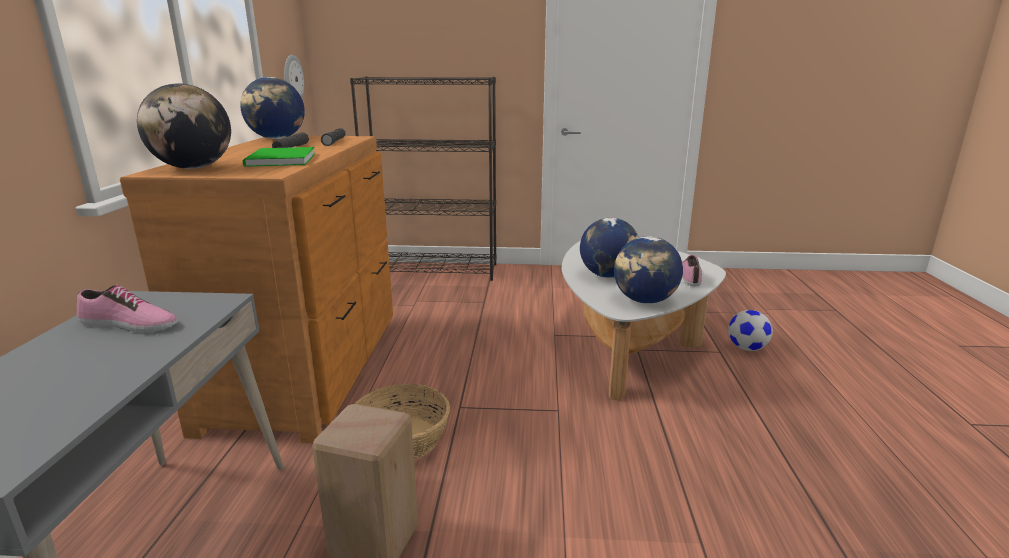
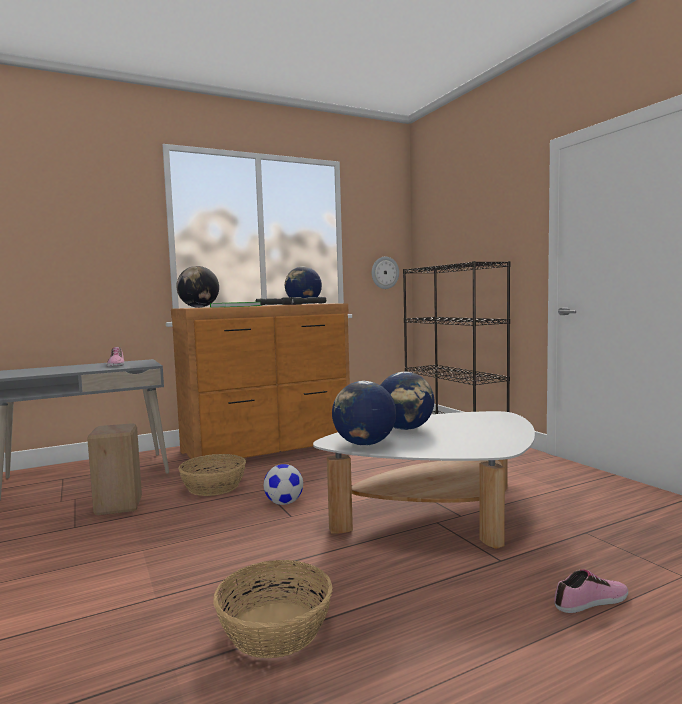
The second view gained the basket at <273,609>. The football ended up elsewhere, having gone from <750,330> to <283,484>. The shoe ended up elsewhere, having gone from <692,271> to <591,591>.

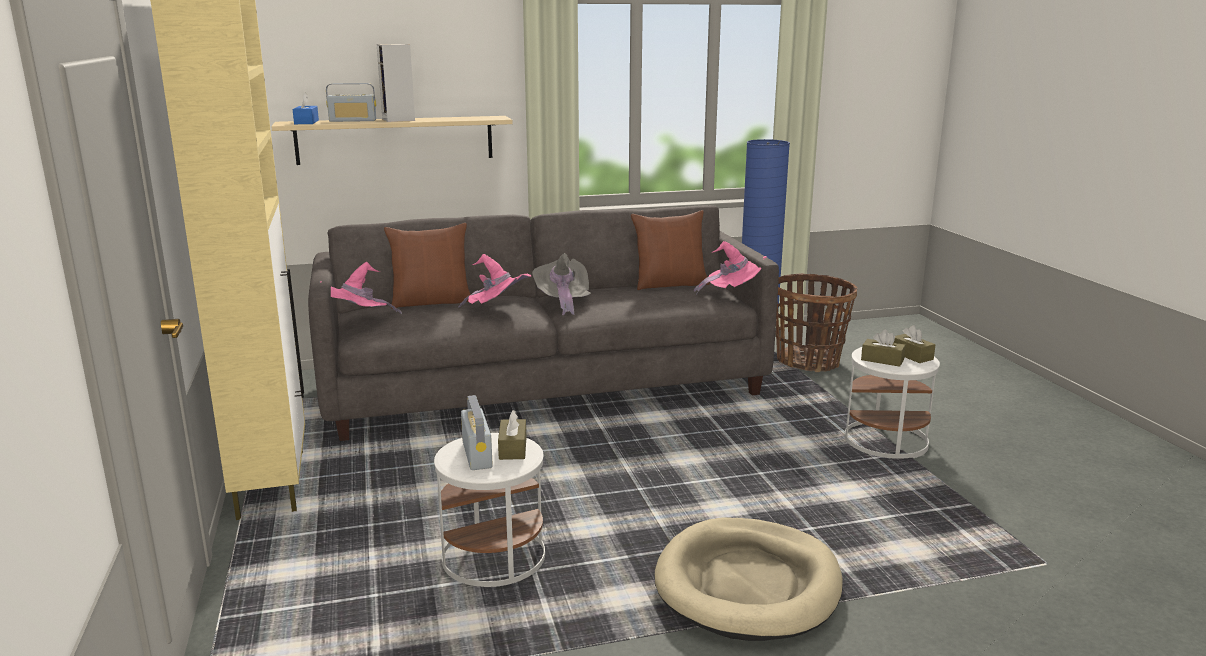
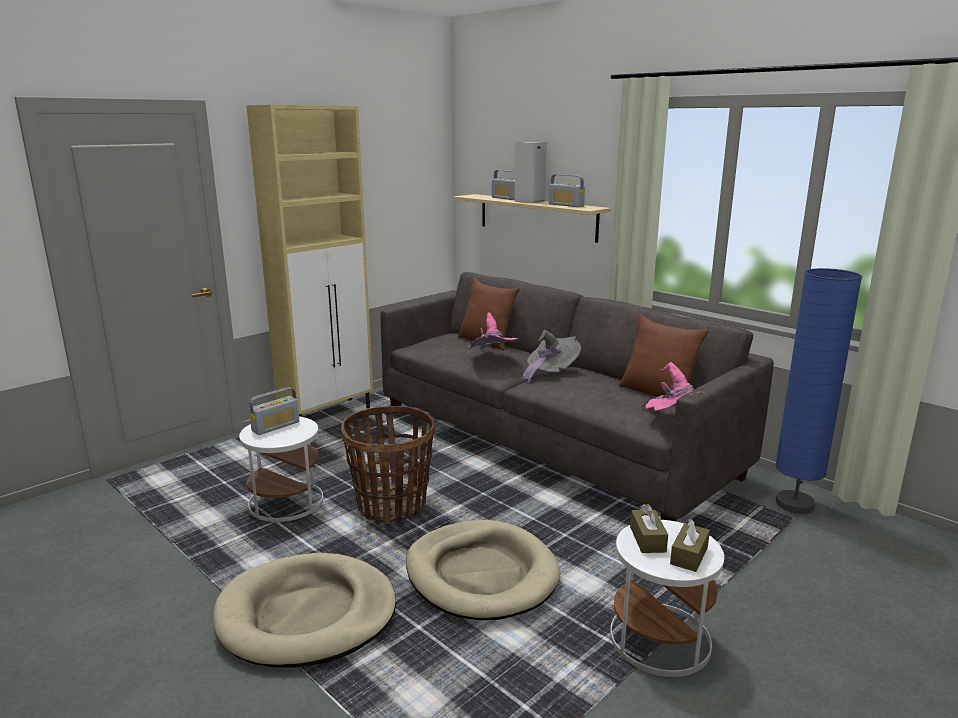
The basket ended up elsewhere, having gone from <816,322> to <388,464>. The second view gained the beige_dog_bed at <483,570>. The second view gained the radio at <567,190>. The second view lost the blue_tissue_box at <306,108>. The second view lost the pink_hat at <361,288>. The second view lost the brown_tissue_box at <512,435>.

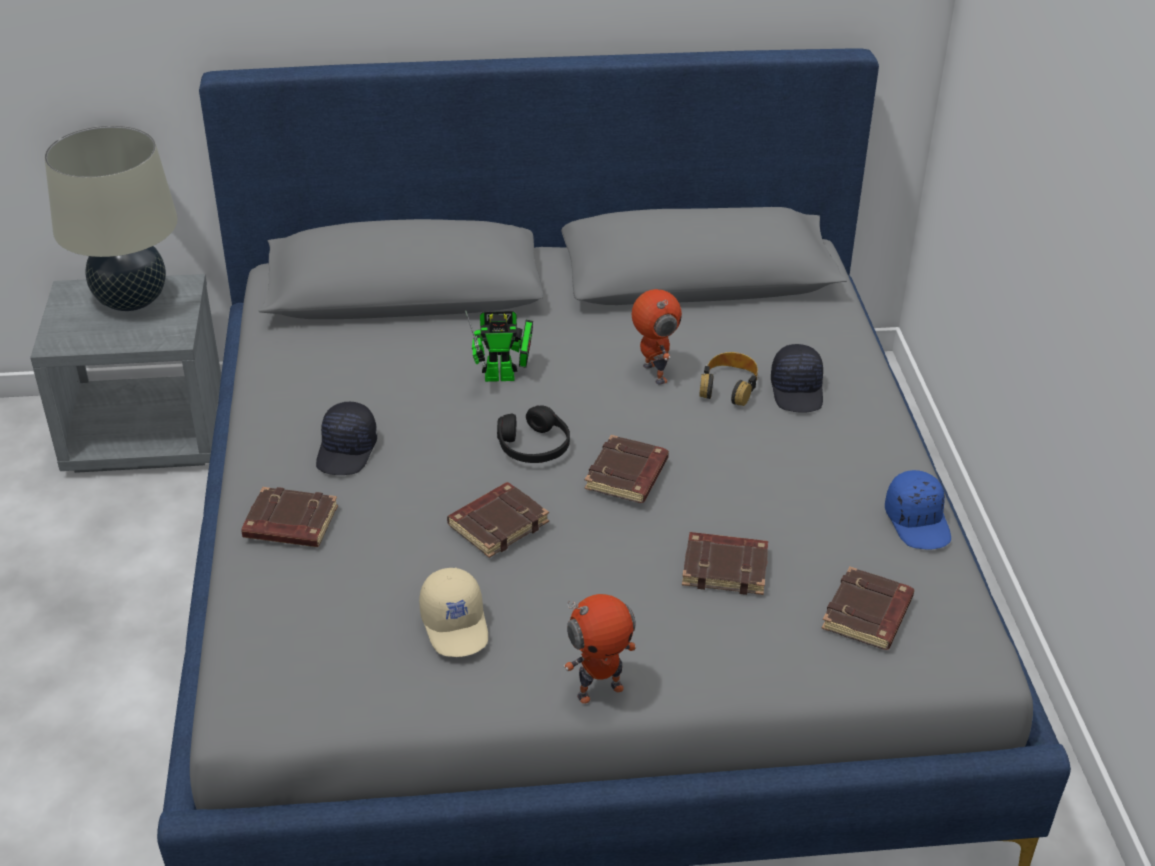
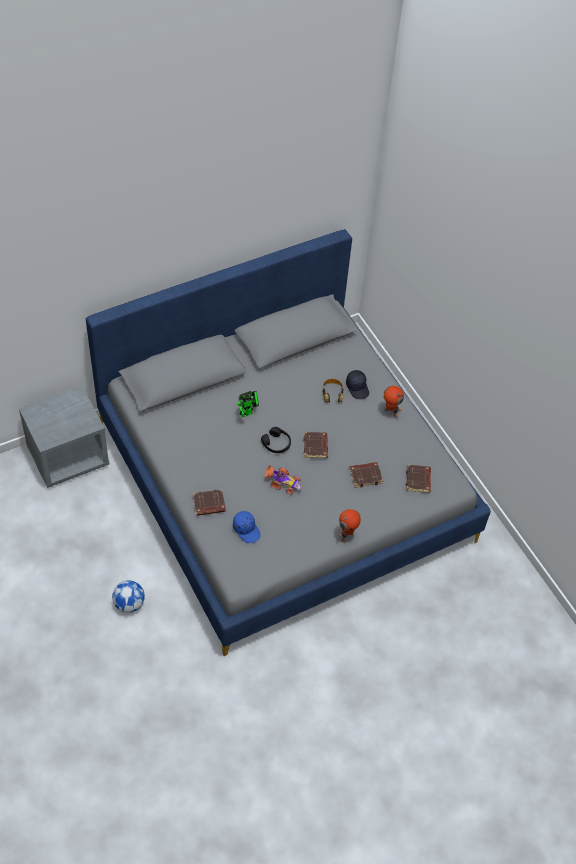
The second view gained the football at <128,596>. The blue_cap ended up elsewhere, having gone from <918,510> to <247,527>. Where the brown_book stood at <498,520>, the toy_car came to stand at <284,479>. The toy_robot ended up elsewhere, having gone from <657,337> to <393,402>. The second view lost the beige_table_lamp at <111,218>. The second view lost the black_cap at <346,438>. The second view lost the beige_cap at <453,612>.

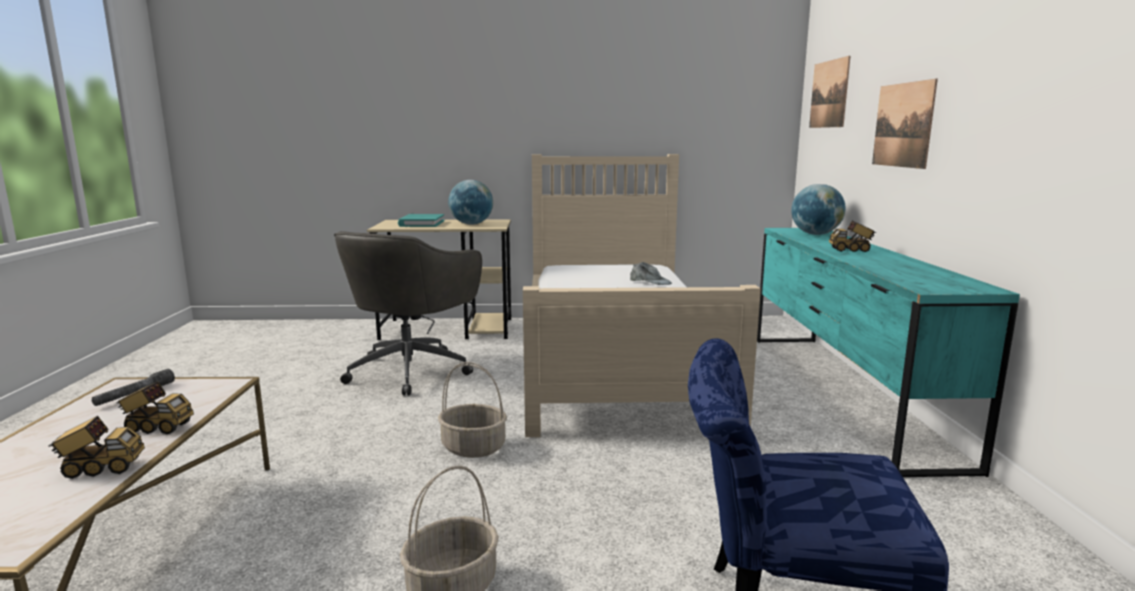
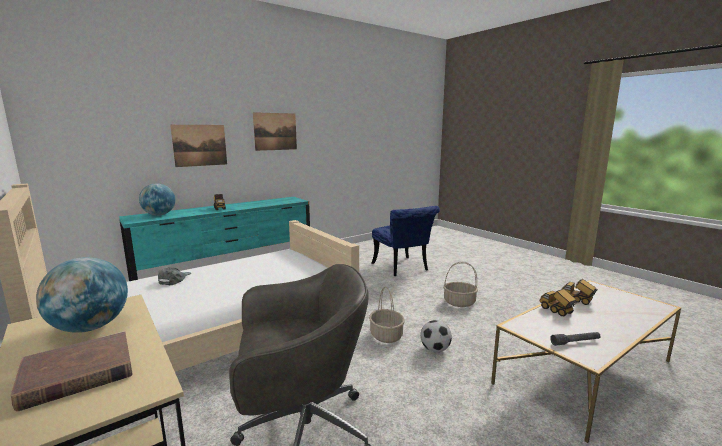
What was the turquoise_book at <421,220> turned into the brown_book at <72,371>. The picture ended up elsewhere, having gone from <829,92> to <275,131>. The second view gained the football at <436,336>.

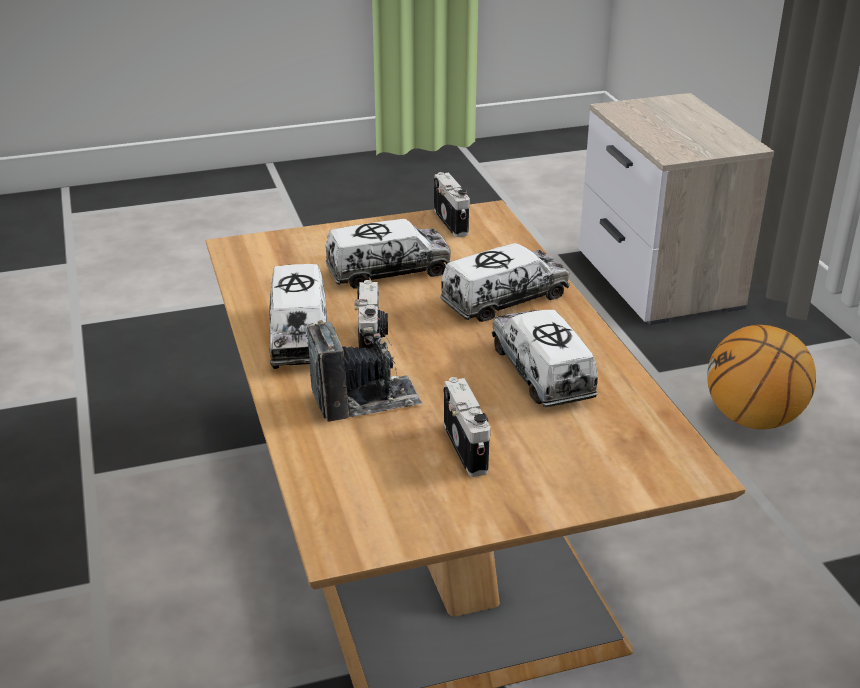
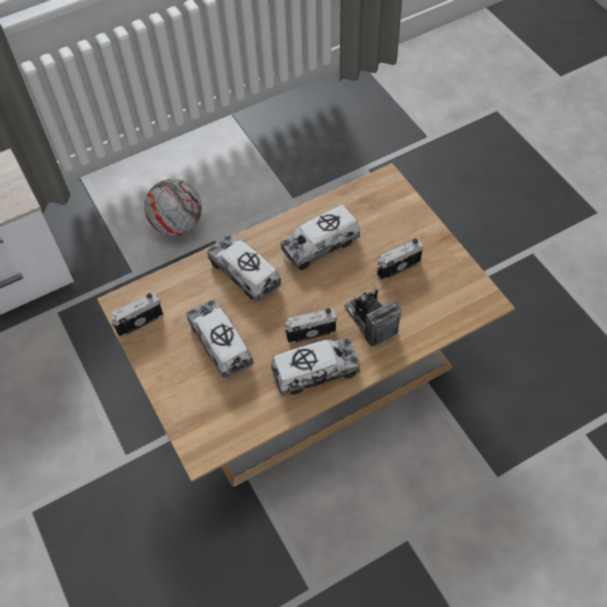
Where the basketball stood at <761,377>, the football came to stand at <173,207>.

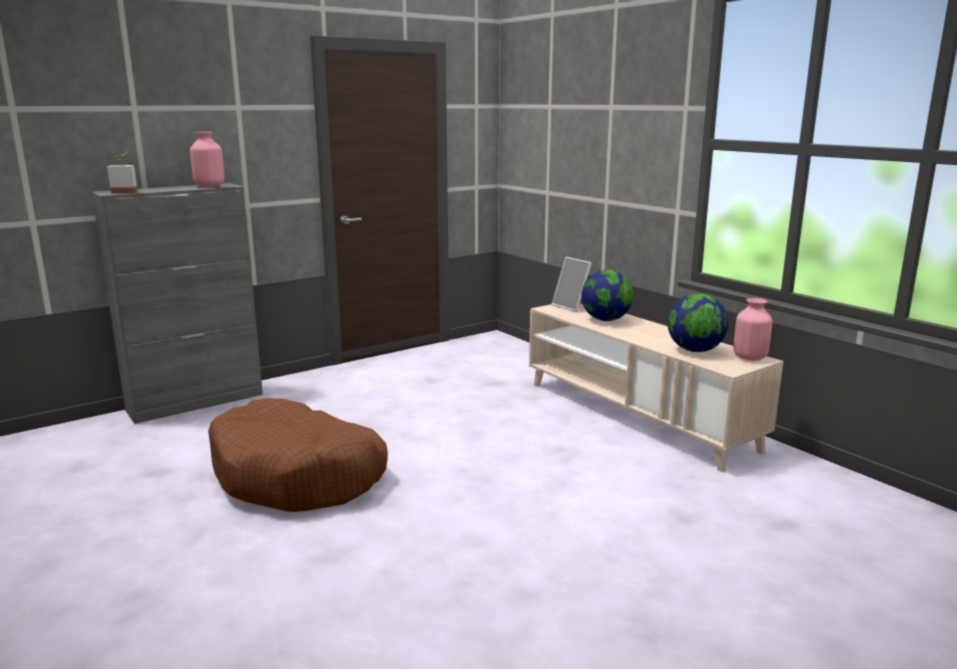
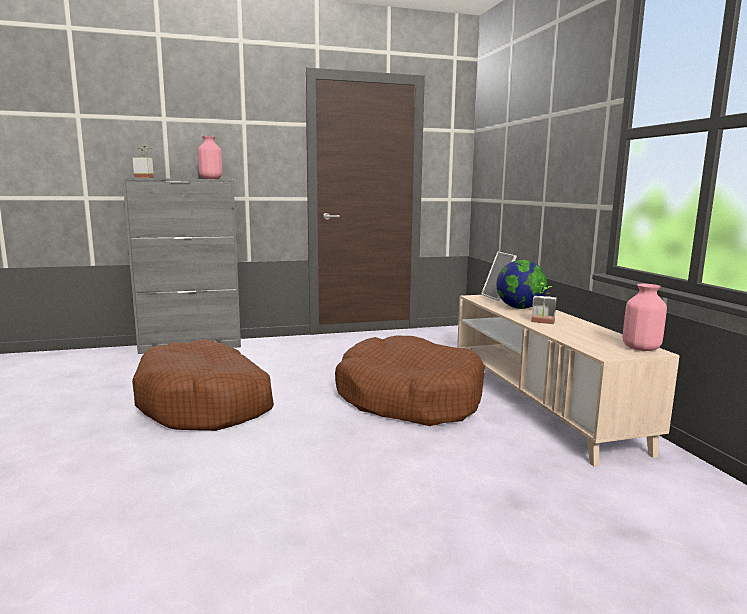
The second view gained the brown_dog_bed at <410,381>. The second view gained the potted_plant at <544,303>. The second view lost the globe at <698,323>.

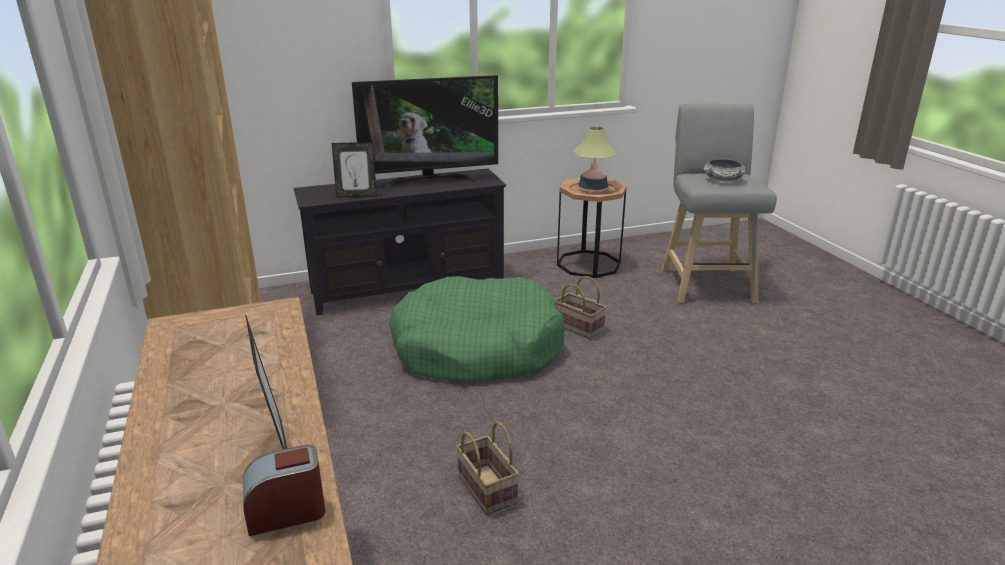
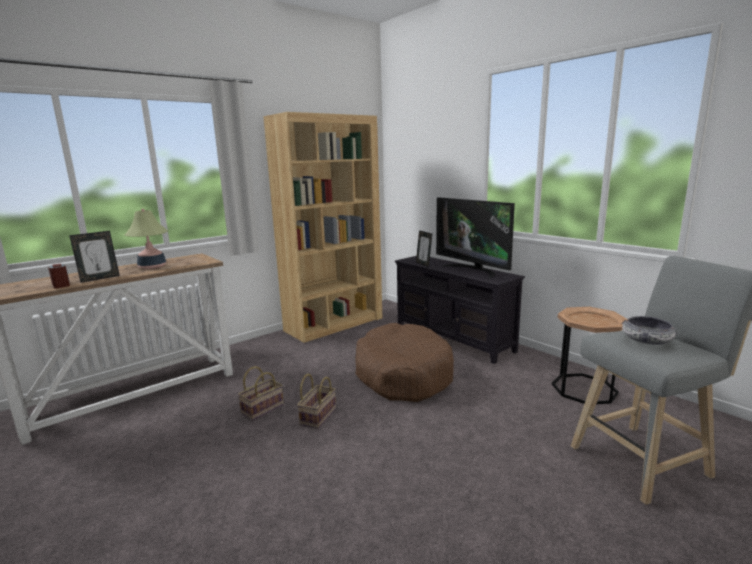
The table_lamp ended up elsewhere, having gone from <595,159> to <146,239>. The basket ended up elsewhere, having gone from <580,307> to <316,401>. What was the green_dog_bed at <477,329> turned into the brown_dog_bed at <404,362>.

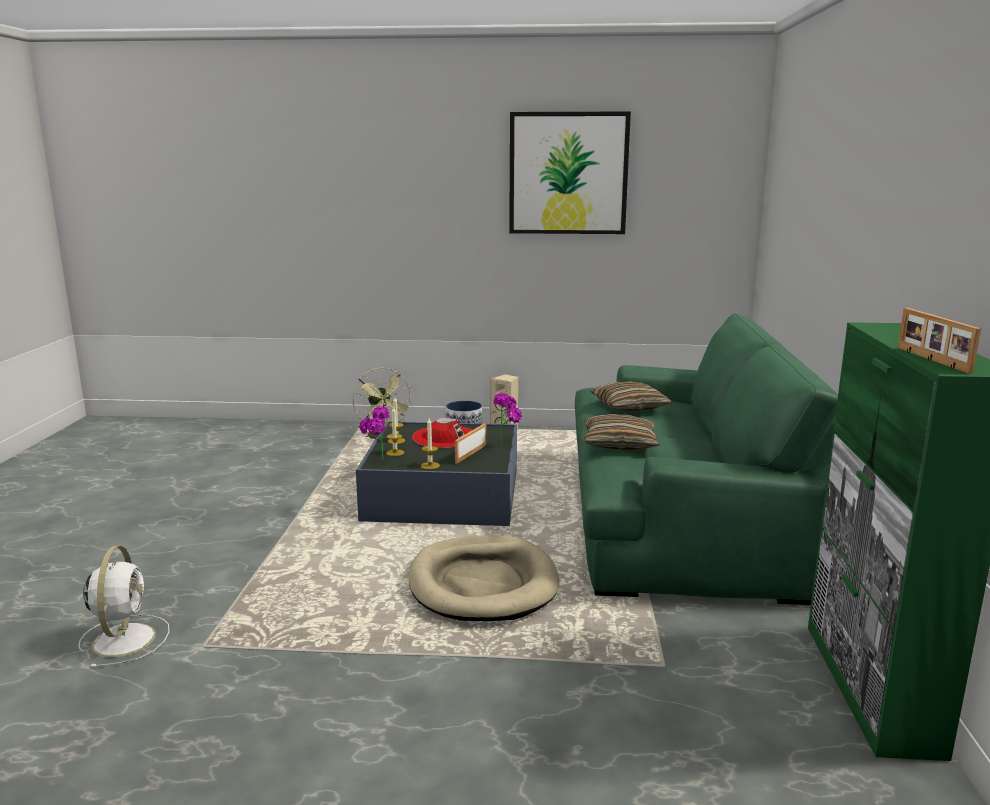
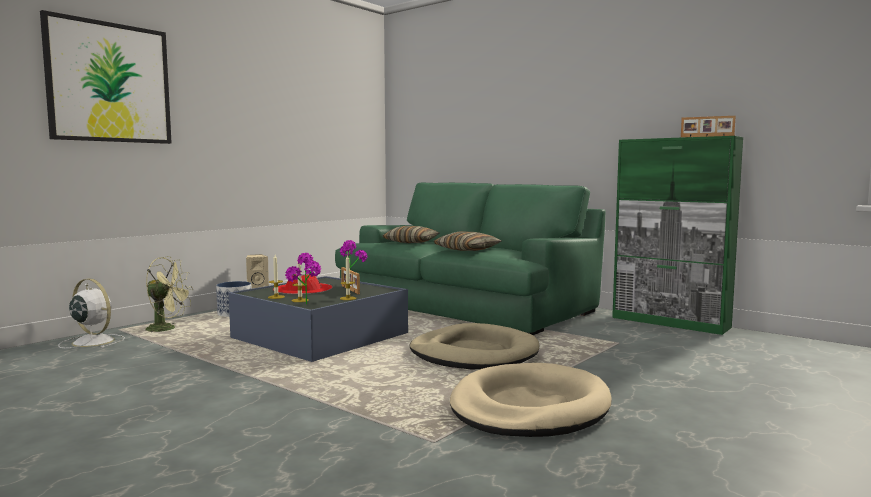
The picture ended up elsewhere, having gone from <570,173> to <106,77>. The white_fan ended up elsewhere, having gone from <124,606> to <91,313>. The second view gained the beige_dog_bed at <531,400>.

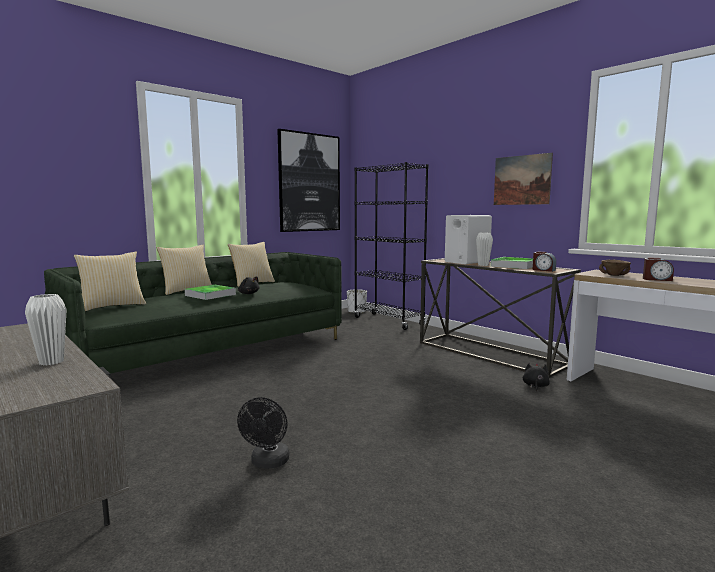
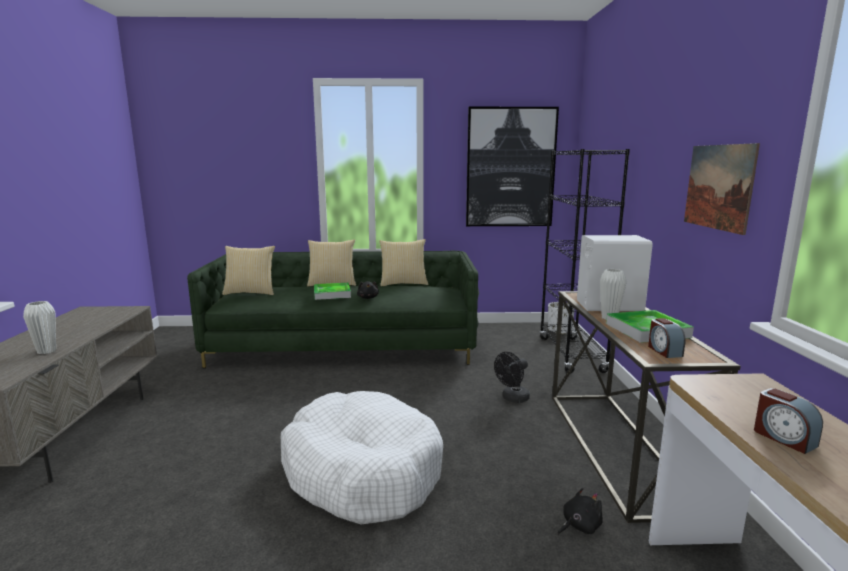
The second view gained the white_dog_bed at <362,457>. The black_fan ended up elsewhere, having gone from <263,432> to <512,377>. The second view lost the brown_bowl at <615,268>.

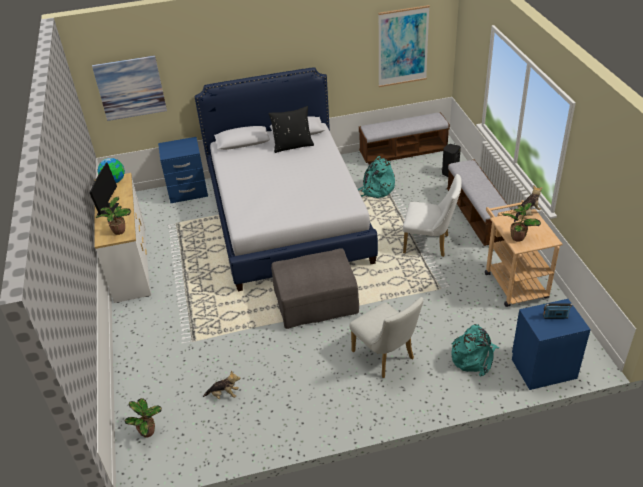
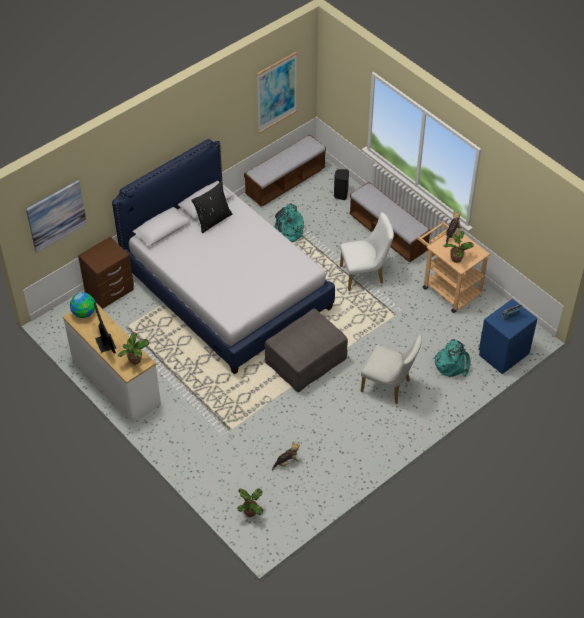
What was the blue_nightstand at <183,170> turned into the brown_nightstand at <106,273>.

